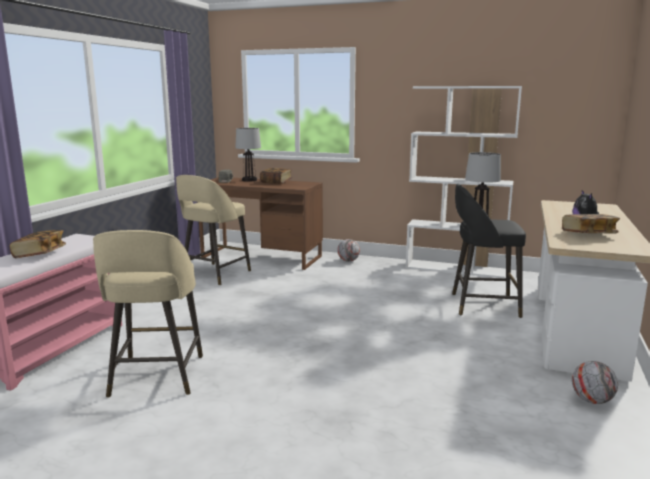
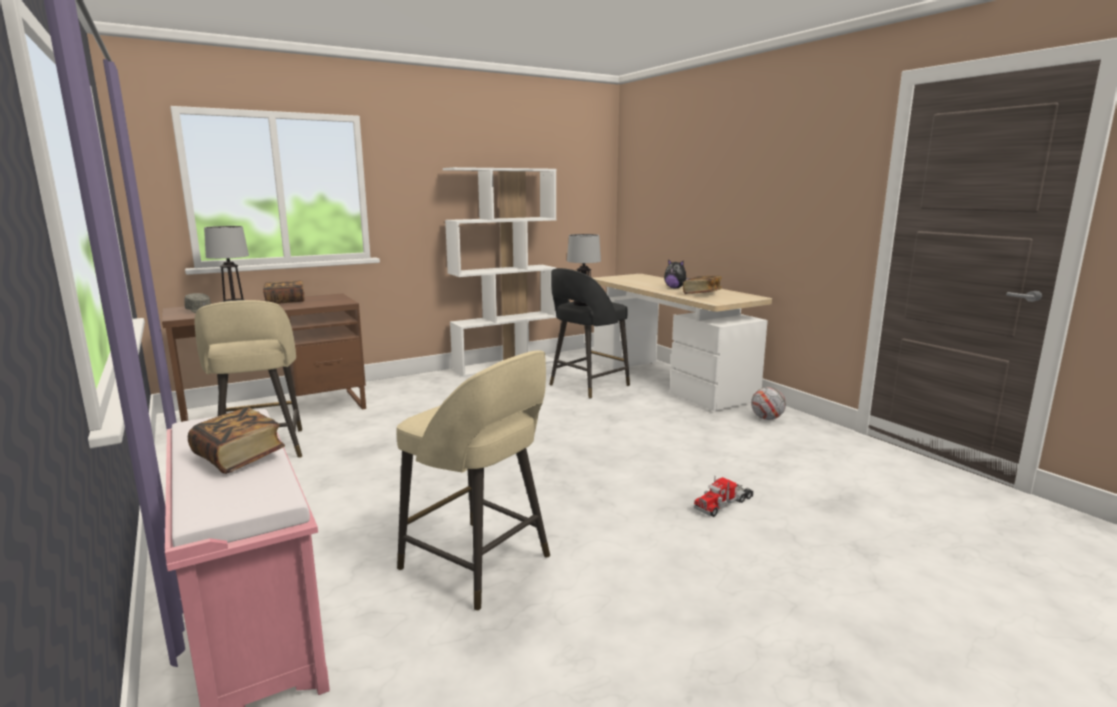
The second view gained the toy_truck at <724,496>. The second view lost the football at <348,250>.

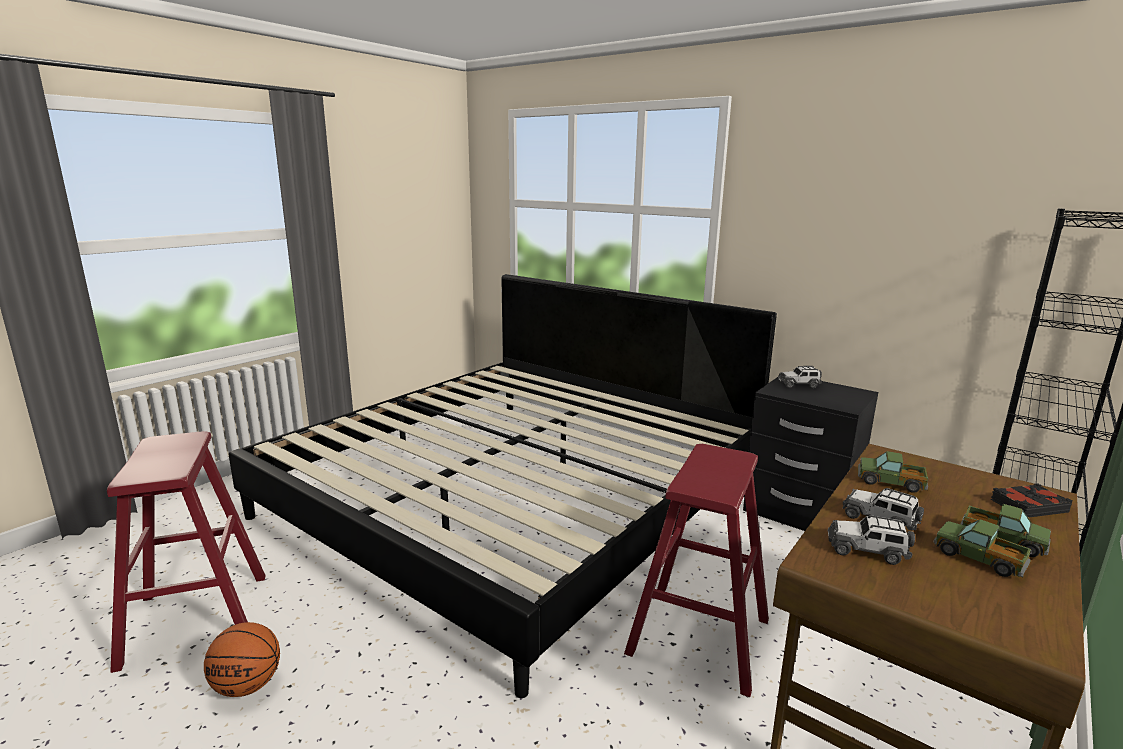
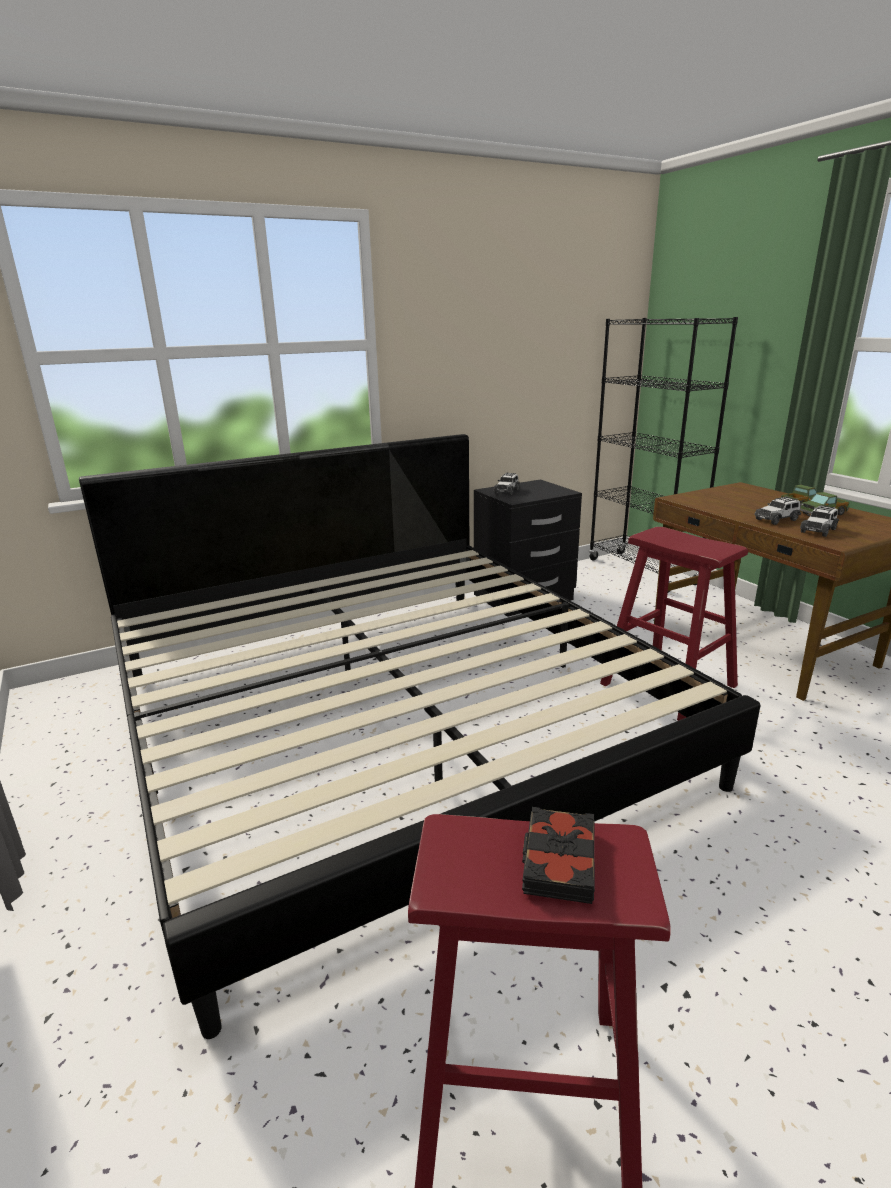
The black_book ended up elsewhere, having gone from <1031,500> to <558,855>. The second view lost the basketball at <242,659>. The second view lost the toy_truck at <893,472>.

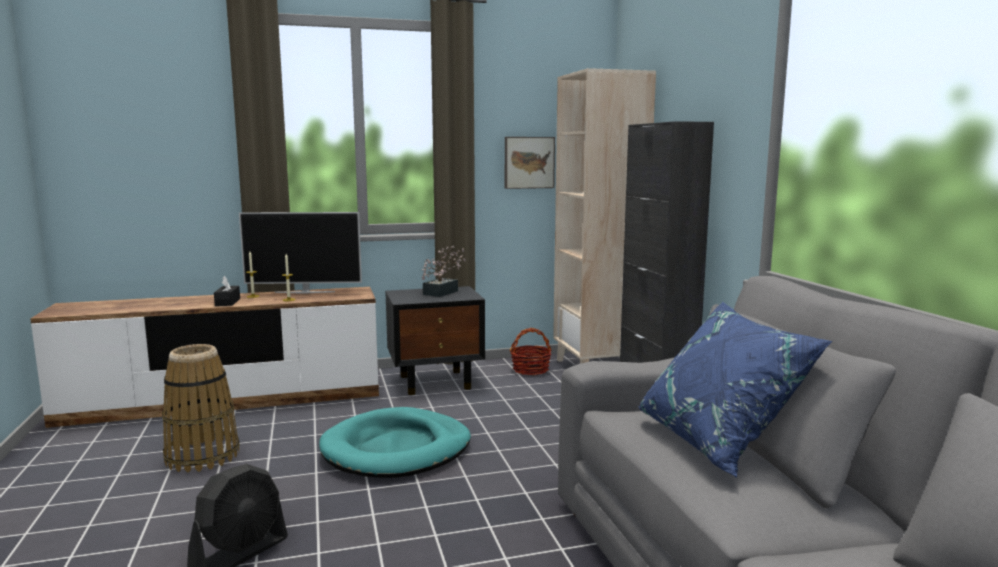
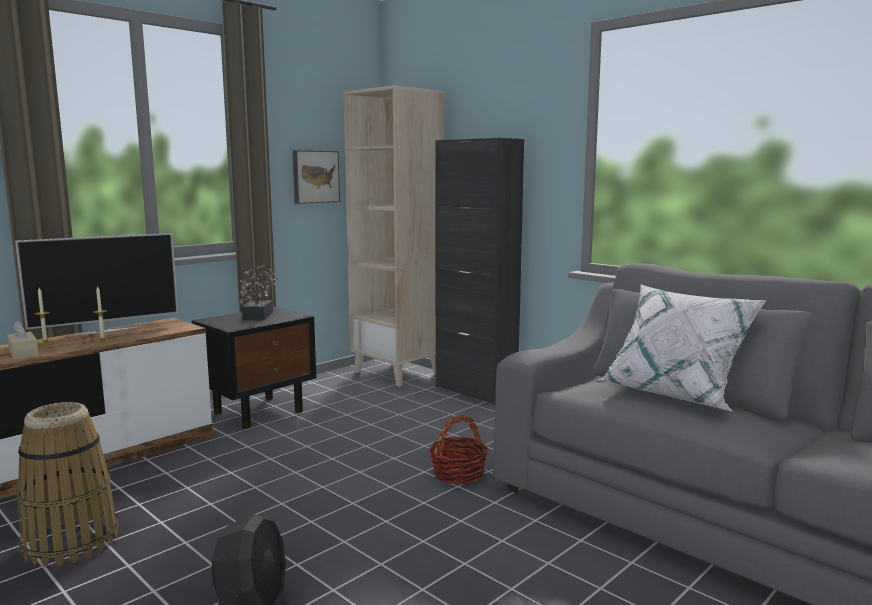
What was the black_tissue_box at <227,291> turned into the beige_tissue_box at <23,340>. The basket ended up elsewhere, having gone from <531,351> to <458,450>. What was the blue_pillow at <735,389> turned into the white_pillow at <682,347>. The second view lost the turquoise_dog_bed at <395,442>.

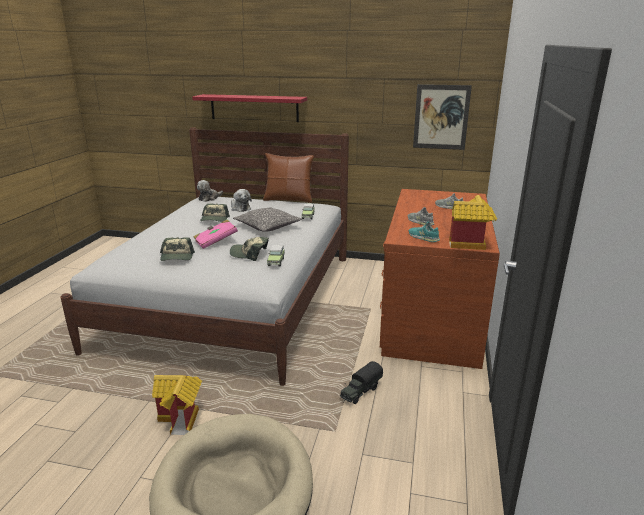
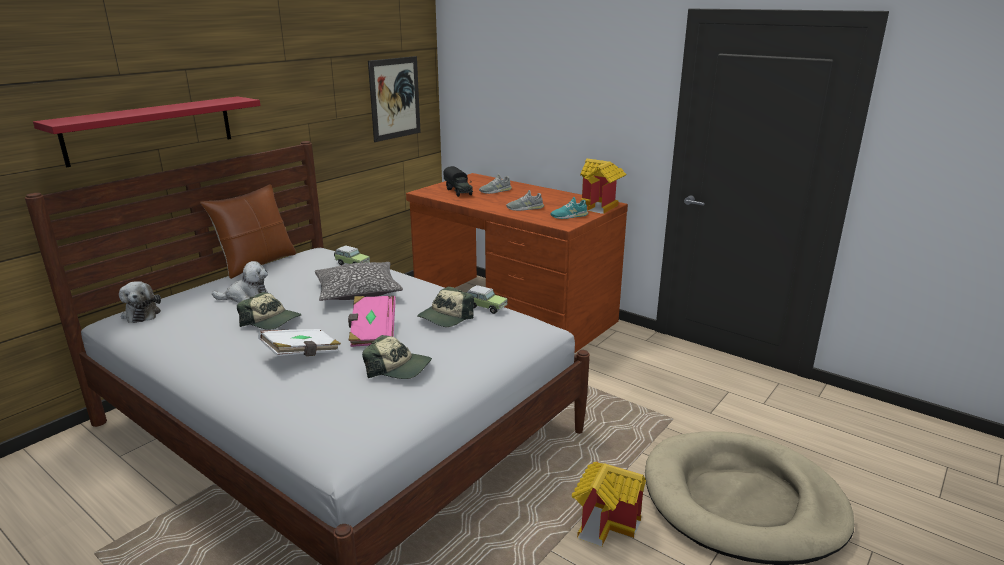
The second view gained the white_book at <299,342>. The toy_truck ended up elsewhere, having gone from <361,382> to <458,181>.

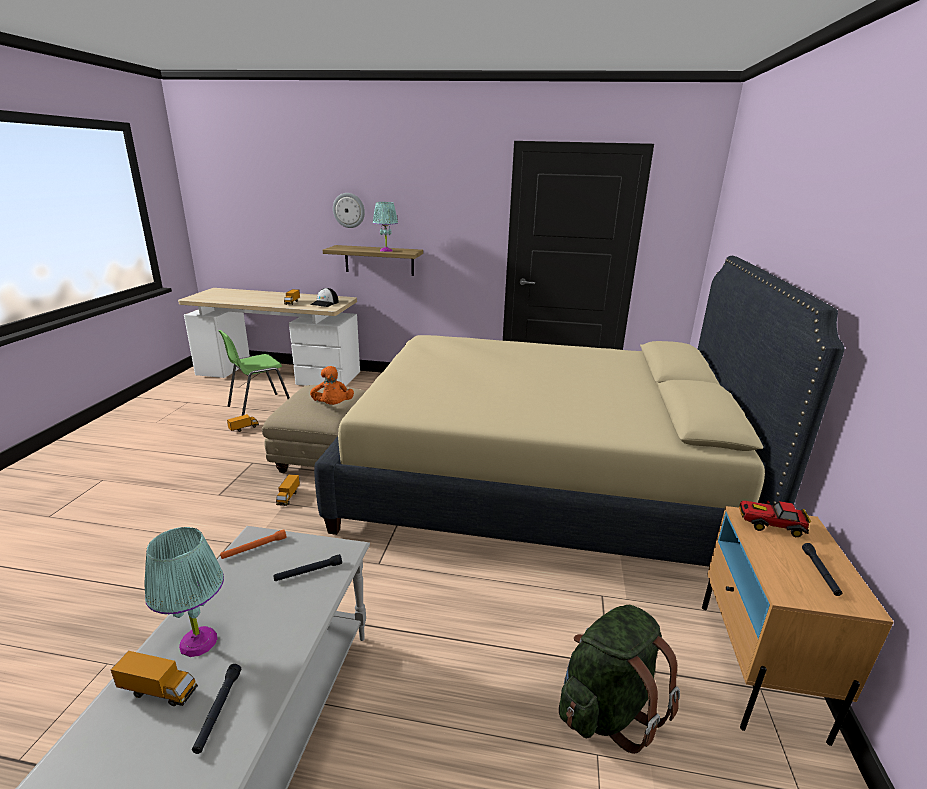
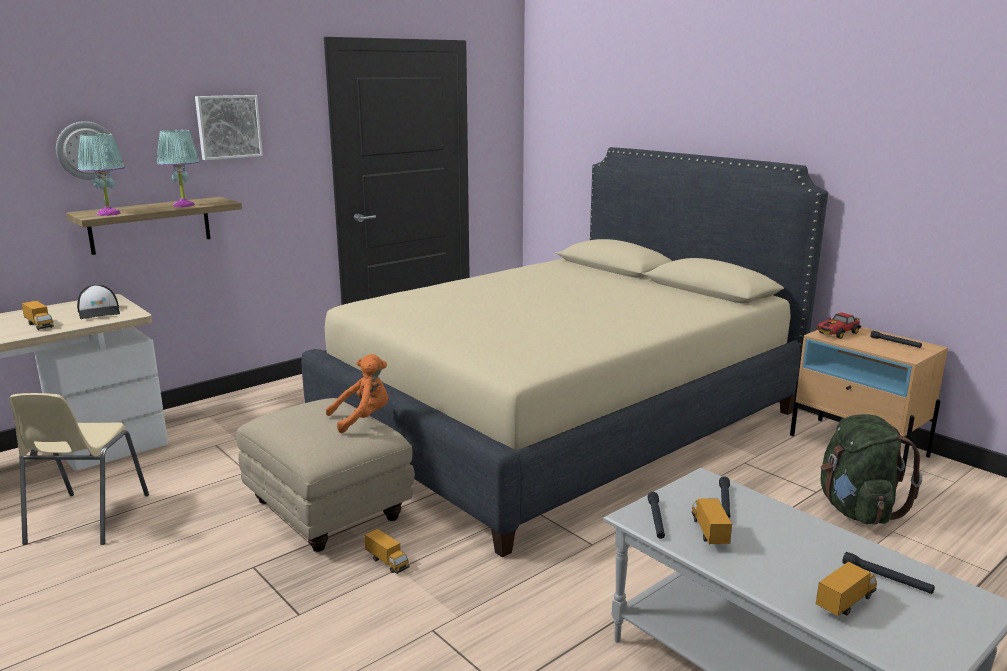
What was the green_chair at <254,373> turned into the beige_chair at <79,469>. The turquoise_table_lamp ended up elsewhere, having gone from <184,592> to <101,175>. The second view gained the picture at <229,127>. The orange_plush_toy at <332,385> ended up facing another way, 45 degrees counterclockwise from before. What was the orange_flashlight at <253,544> turned into the black_flashlight at <656,515>. The toy_truck ended up elsewhere, having gone from <243,423> to <712,521>.

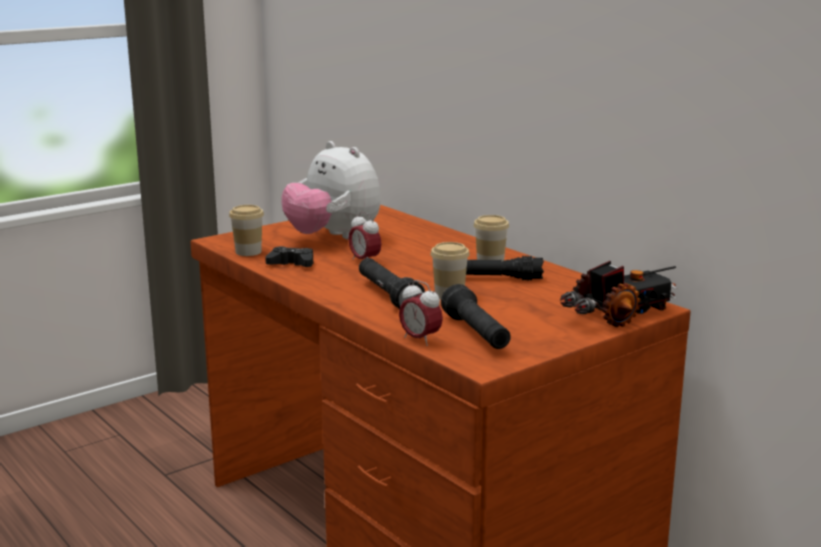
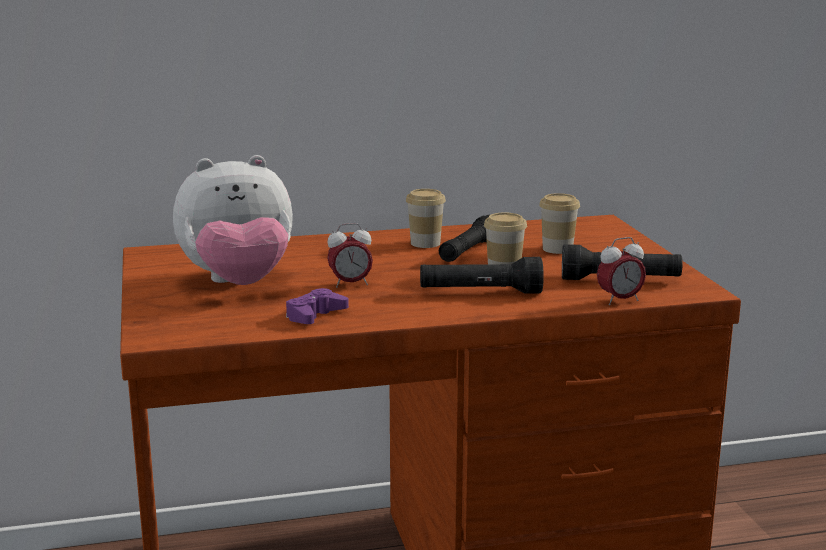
What was the black_game_controller at <289,256> turned into the purple_game_controller at <317,306>. The cup ended up elsewhere, having gone from <246,230> to <559,223>. The second view lost the toy_truck at <618,294>.

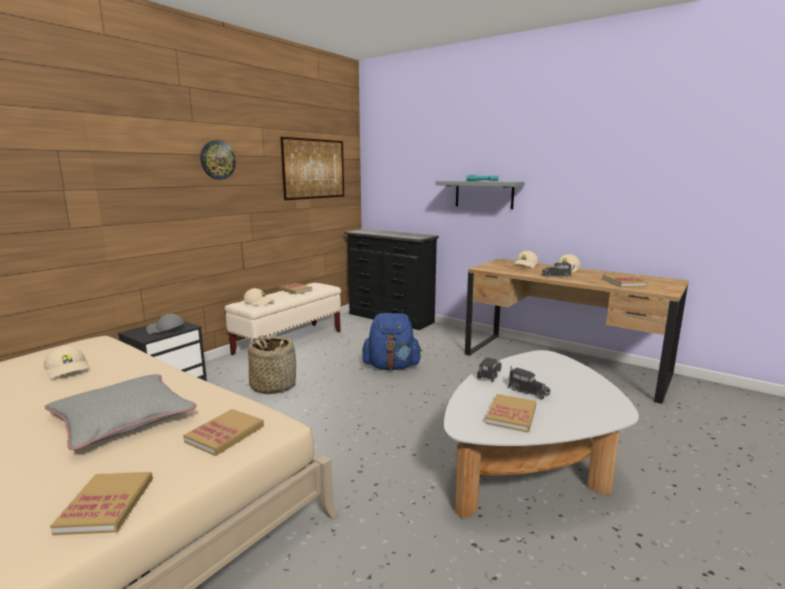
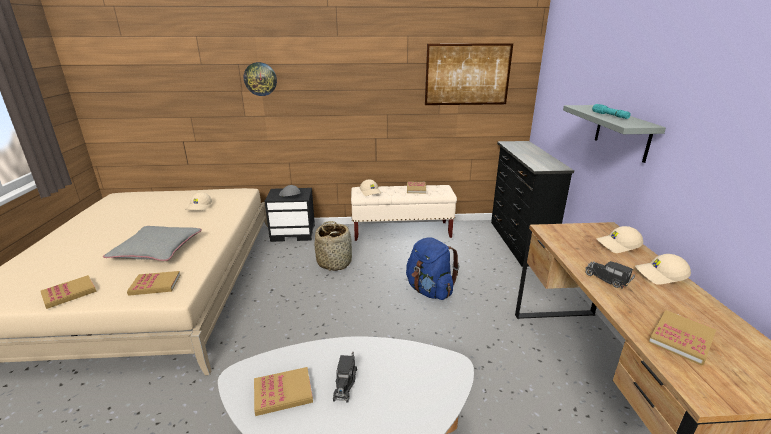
The wall_clock ended up elsewhere, having gone from <218,160> to <260,79>. The second view lost the toy_truck at <489,370>.

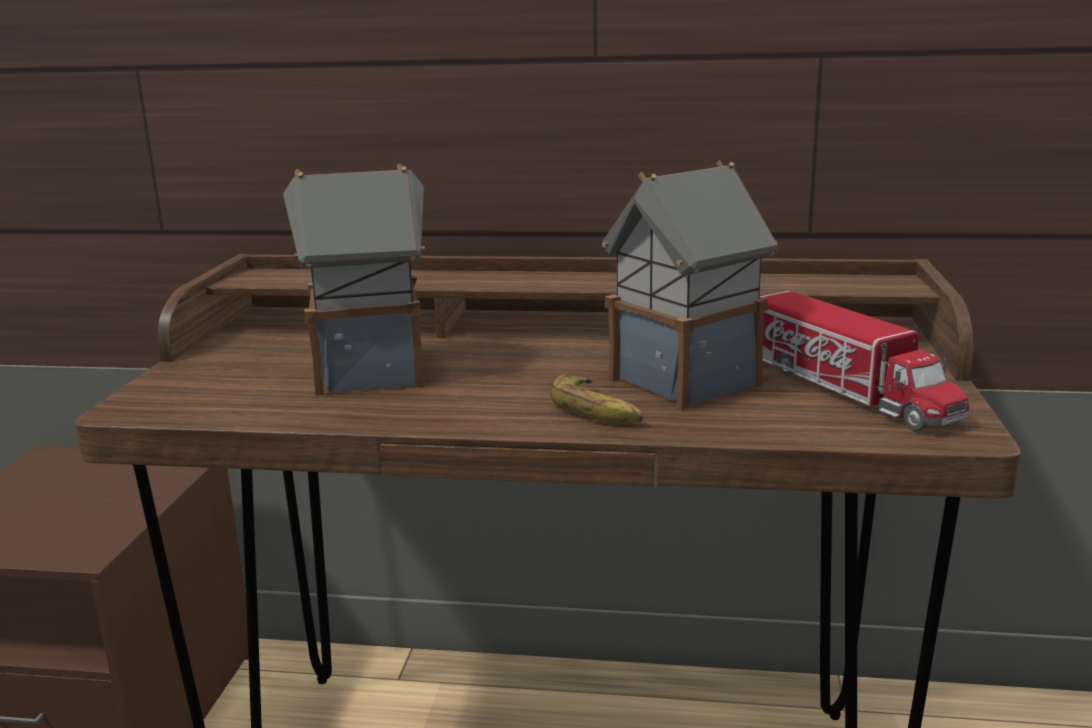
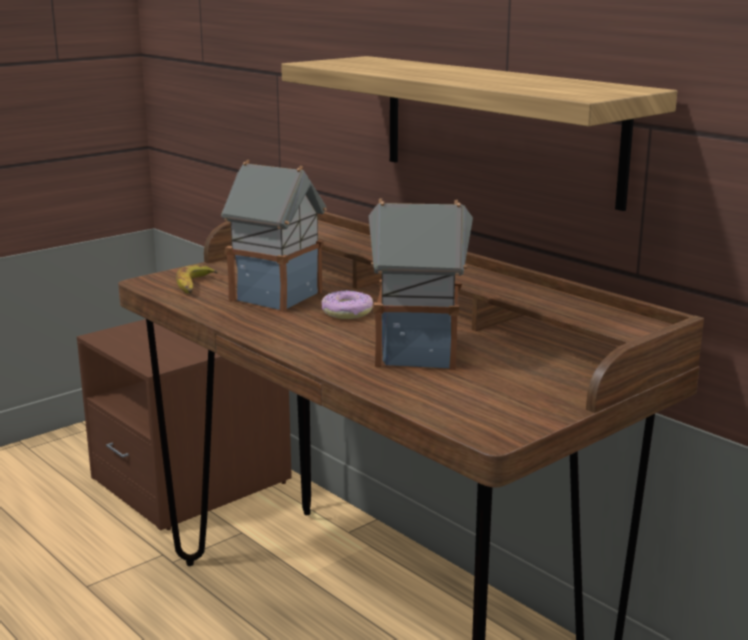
The banana ended up elsewhere, having gone from <596,399> to <197,279>. The second view gained the shelf at <479,133>. The second view gained the donut at <347,304>. The second view lost the toy_truck at <864,361>.

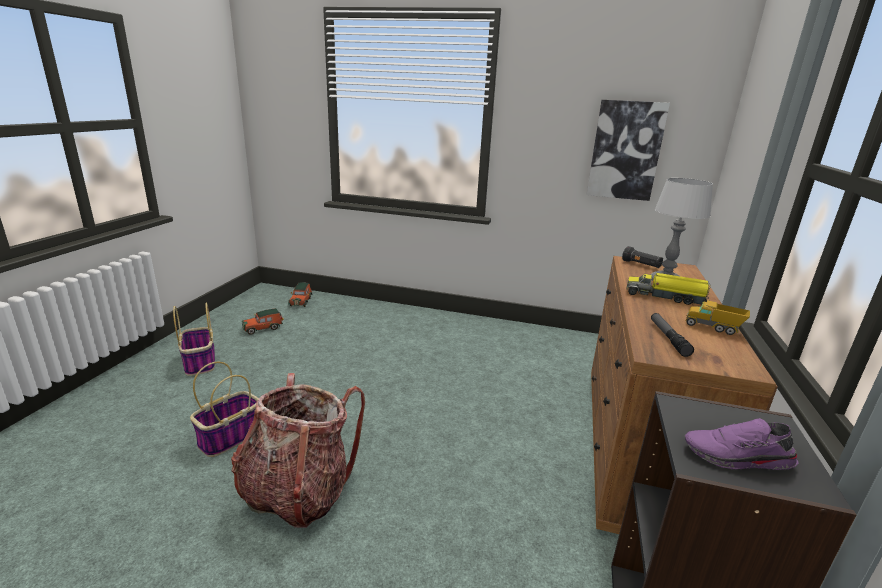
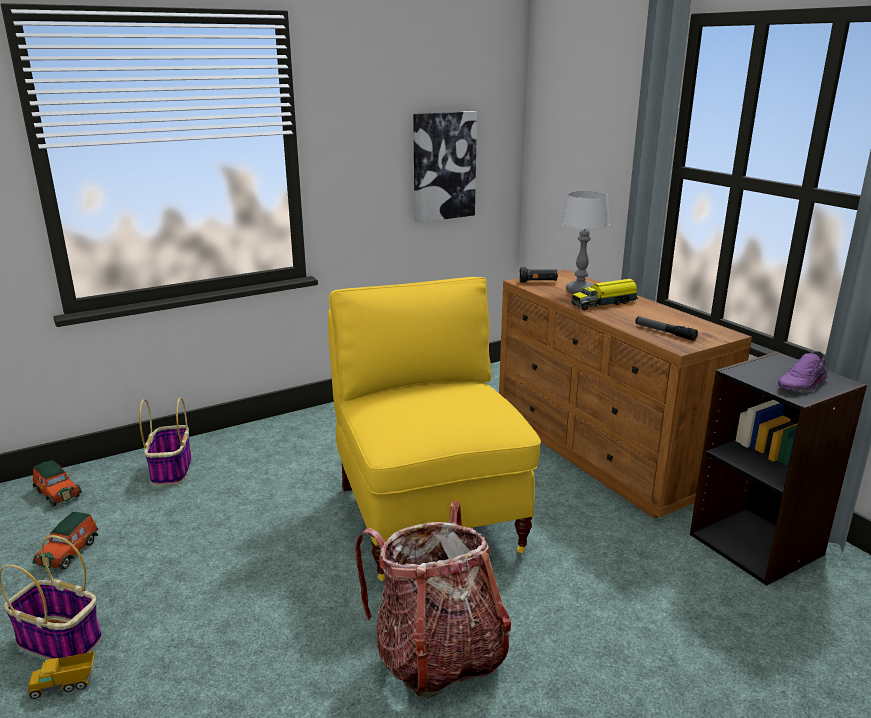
The toy_truck ended up elsewhere, having gone from <717,317> to <61,675>. The basket ended up elsewhere, having gone from <224,409> to <165,441>. The second view gained the yellow_chair at <434,429>.

